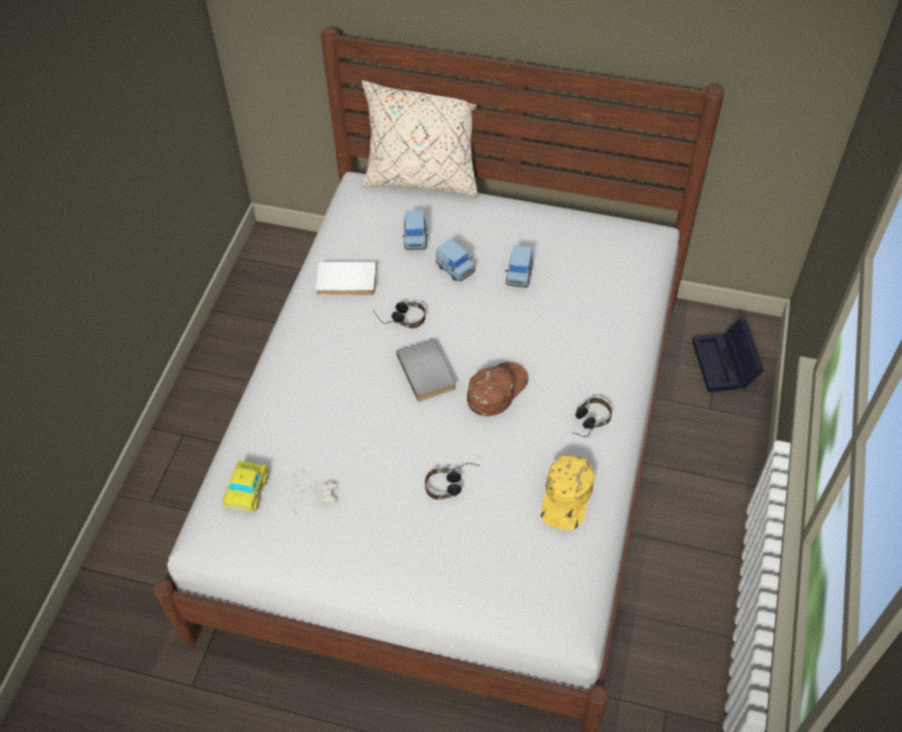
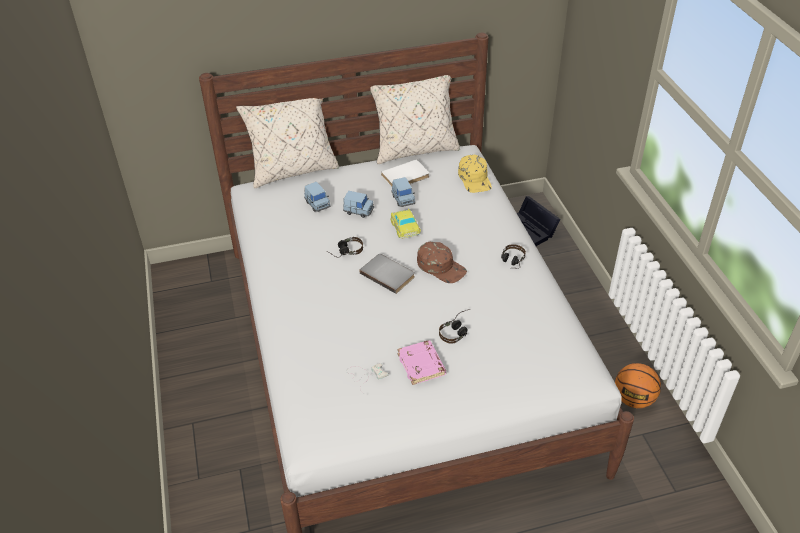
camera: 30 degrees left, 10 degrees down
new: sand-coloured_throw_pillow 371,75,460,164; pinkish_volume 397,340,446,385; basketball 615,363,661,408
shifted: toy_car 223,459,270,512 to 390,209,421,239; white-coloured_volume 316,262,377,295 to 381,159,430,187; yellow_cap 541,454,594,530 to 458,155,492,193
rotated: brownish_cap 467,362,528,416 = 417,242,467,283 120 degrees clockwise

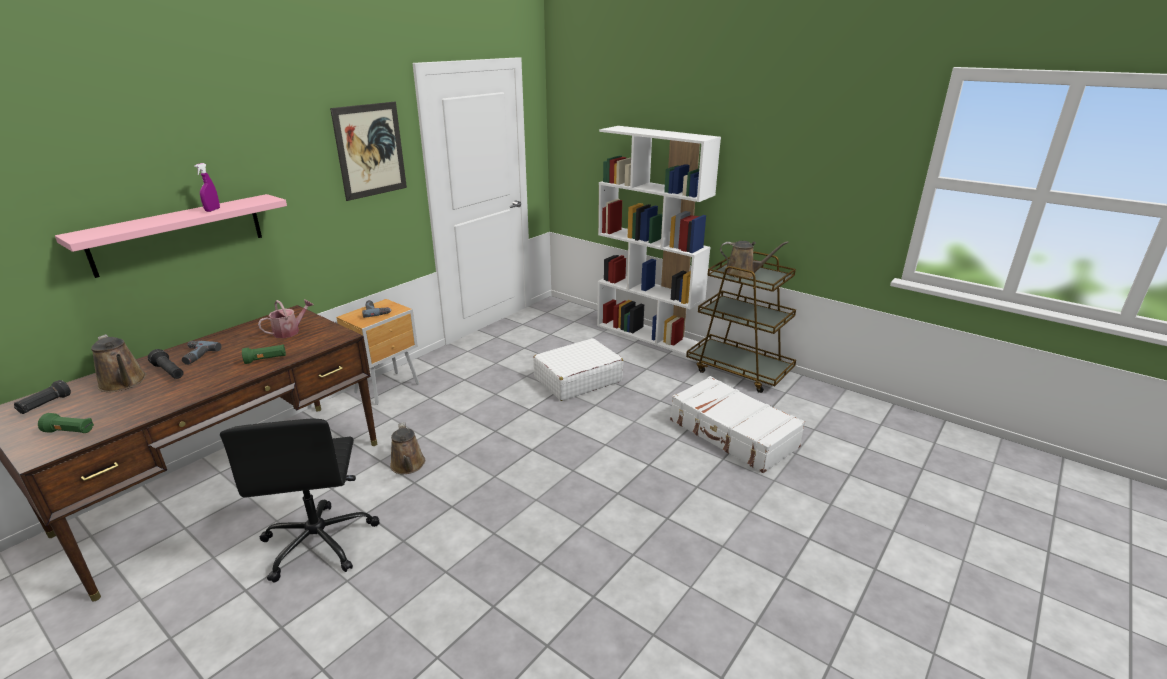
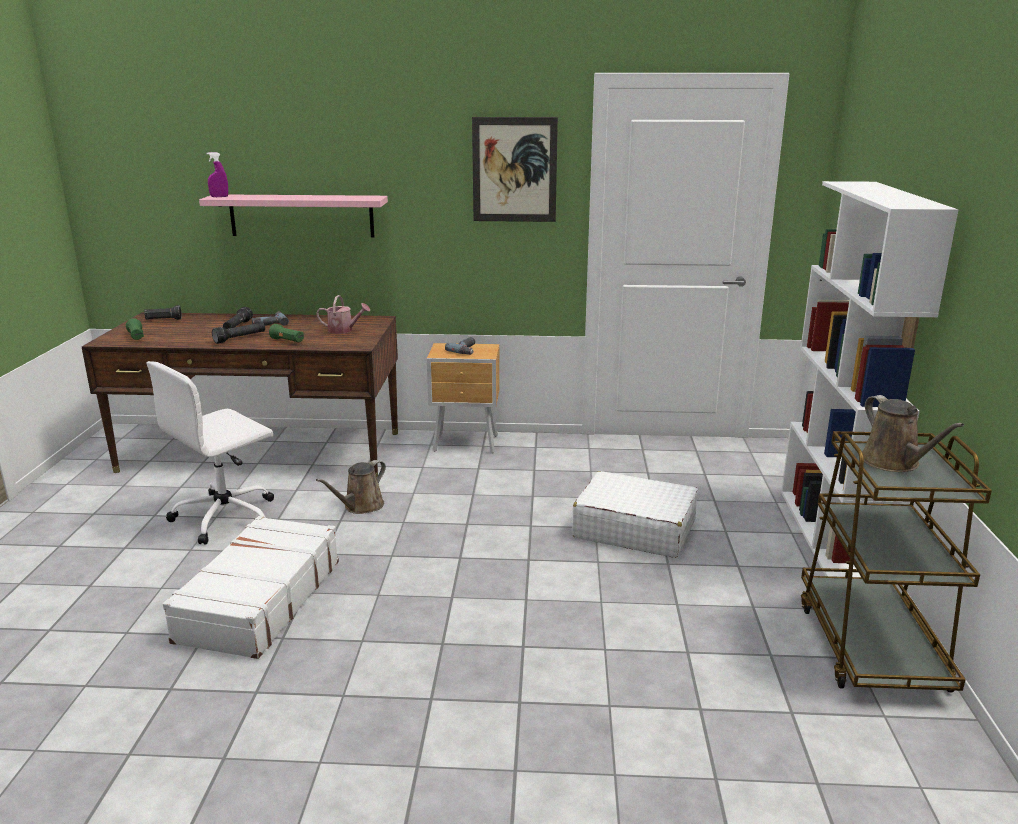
camera: 55 degrees right, 5 degrees down
gone: brownish_watering_pot 91,334,147,392
new: blackish_torch 212,322,265,344
shifted: purple_spray_bottle 194,163,220,212 to 207,152,228,197; white-coloured_piece_of_luggage 670,376,805,473 to 163,516,339,659
repainted: blackish_office_chair 220,418,380,583 to white-coloured_office_chair 147,361,274,545

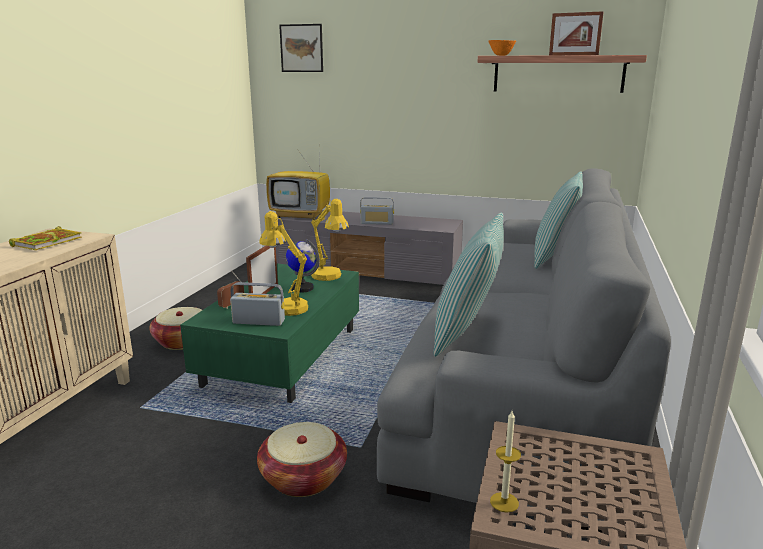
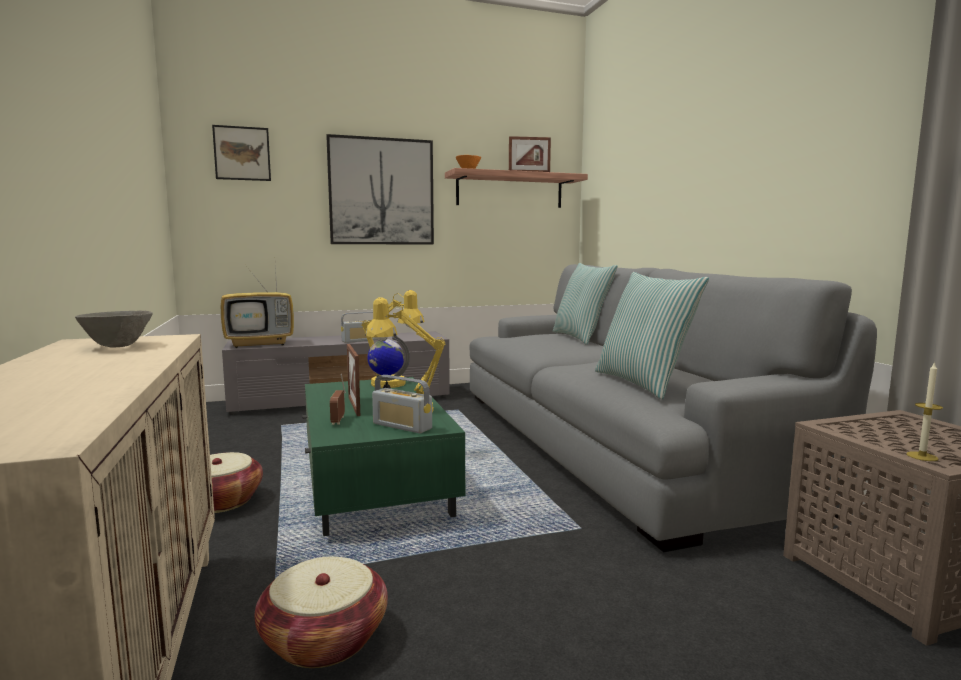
camera: 35 degrees left, 10 degrees down
new: wall_art 326,134,434,245
shifted: storage_basket 257,422,347,497 to 255,556,388,668
swapped: volume 9,226,82,250 to grey_serving_bowl 75,311,153,347
rotated: radio_set 230,282,285,326 = 372,375,432,434 120 degrees counterclockwise

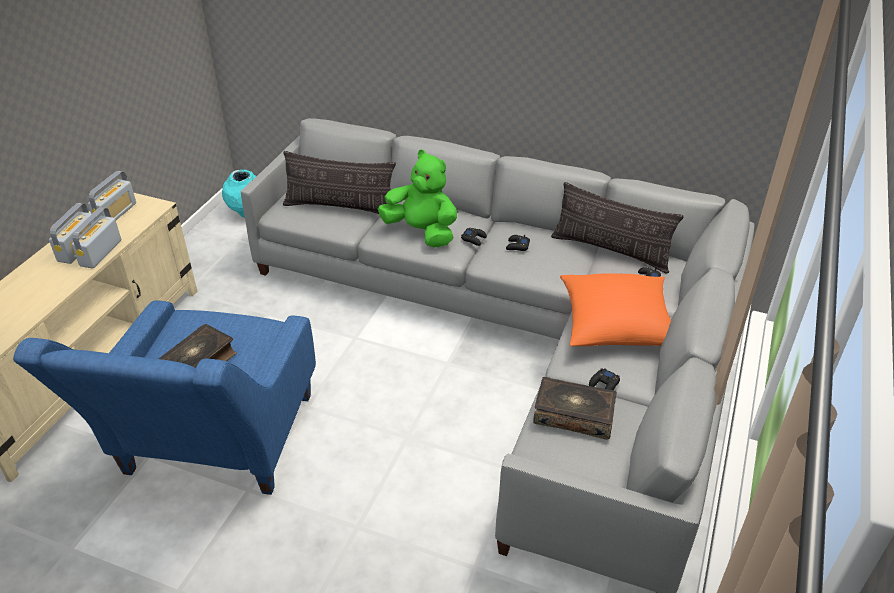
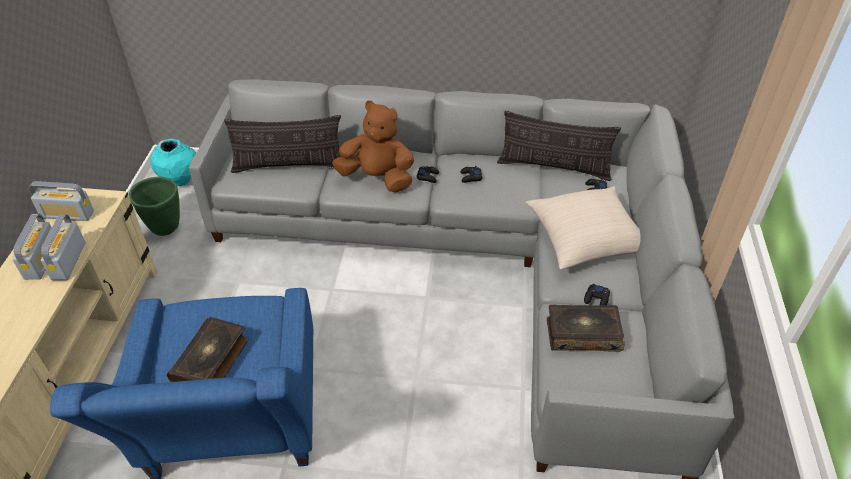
camera: 15 degrees left, 5 degrees up
new: green_planter 129,177,180,236
repainted: green_plush_toy 378,150,457,247 to brownish_plush_toy 332,100,414,192; orange-coloured_throw_pillow 560,274,671,346 to sand-coloured_throw_pillow 525,186,641,269
rotated: radio_set 88,171,136,221 = 29,181,94,221 90 degrees clockwise

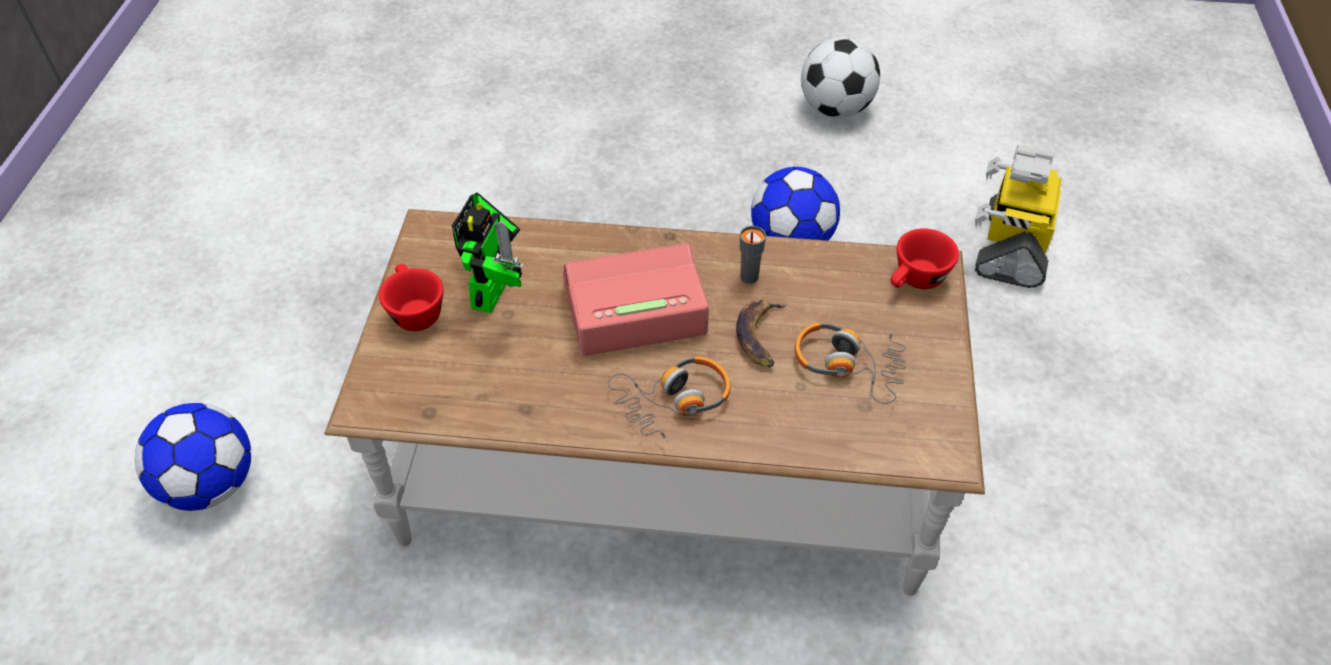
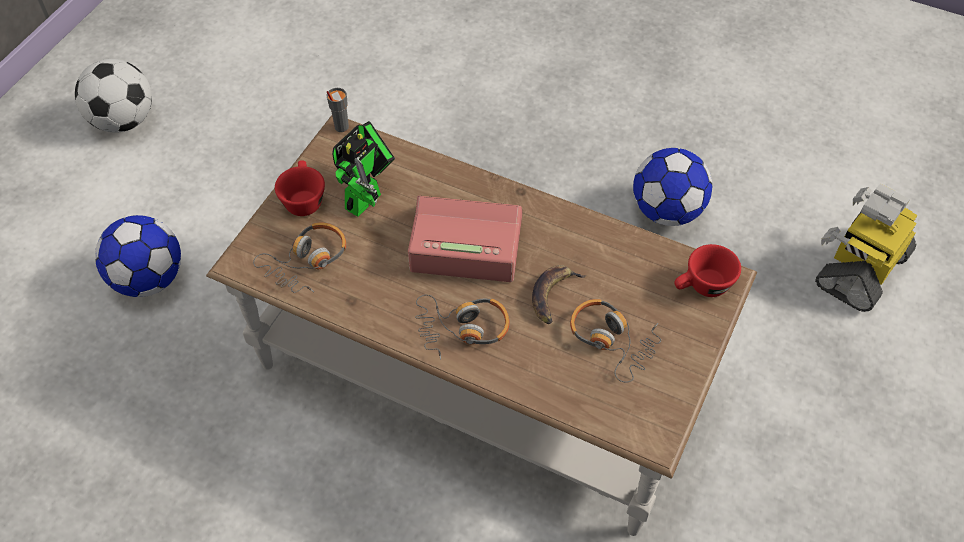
camera: 20 degrees right, 5 degrees up
new: pair_of_headphones 253,223,346,293
shifted: grey_small_cup 740,226,766,284 to 326,88,349,132; football_ball 801,37,880,118 to 75,59,152,133

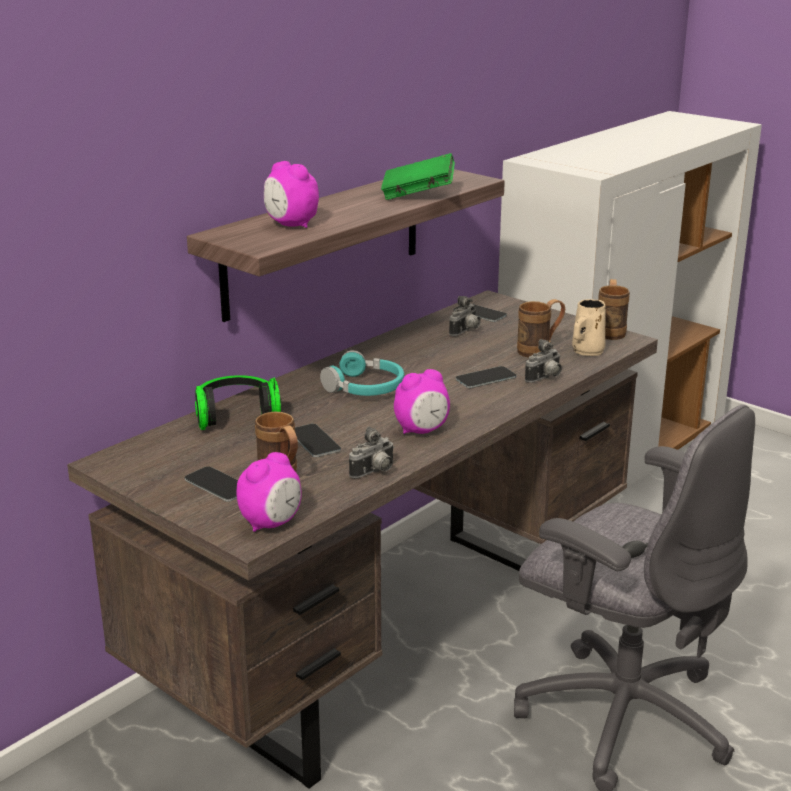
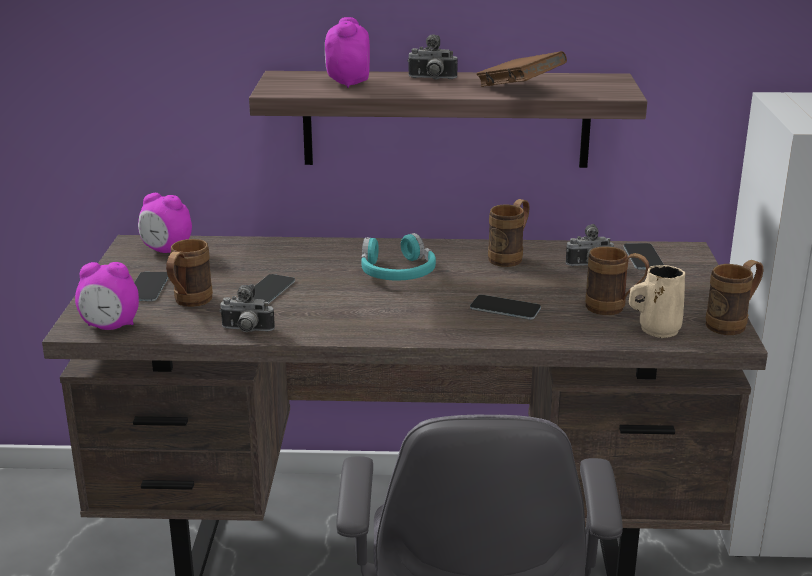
camera: 50 degrees right, 0 degrees up
gone: pair_of_headphones 195,375,281,430
new: brownish_mug 488,199,530,267
shifted: alarm_clock 394,369,450,434 to 138,193,192,253; photo_camera 525,339,562,383 to 407,34,458,80
repainted: green_volume 381,153,455,200 to brownish_volume 476,51,567,87

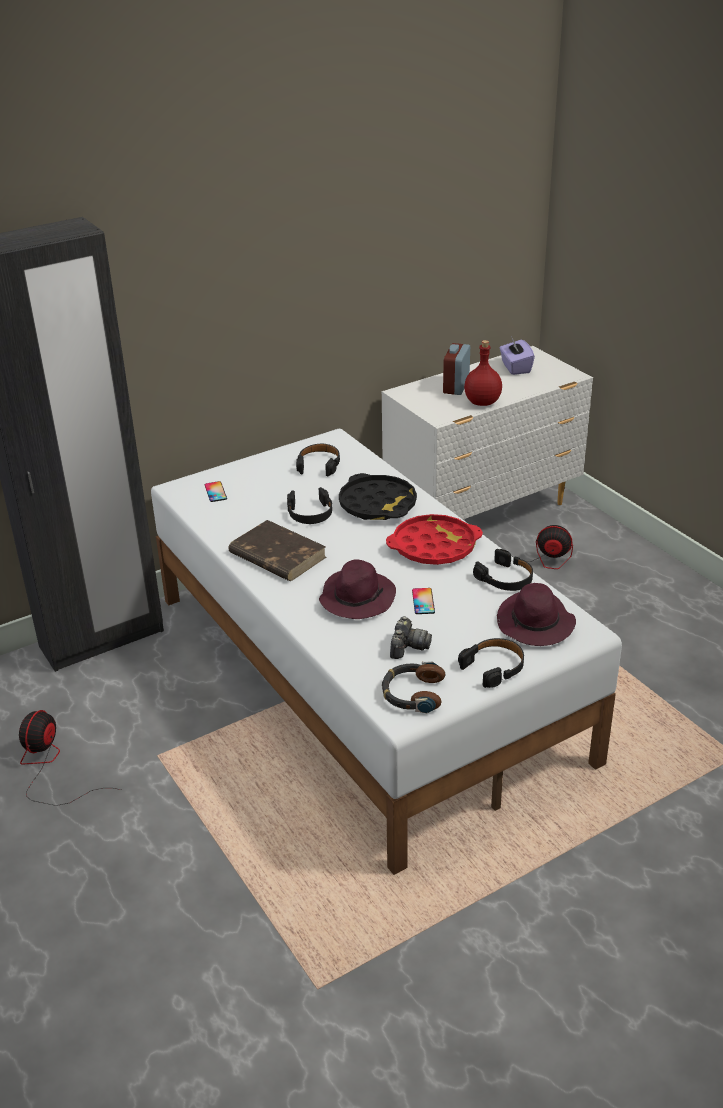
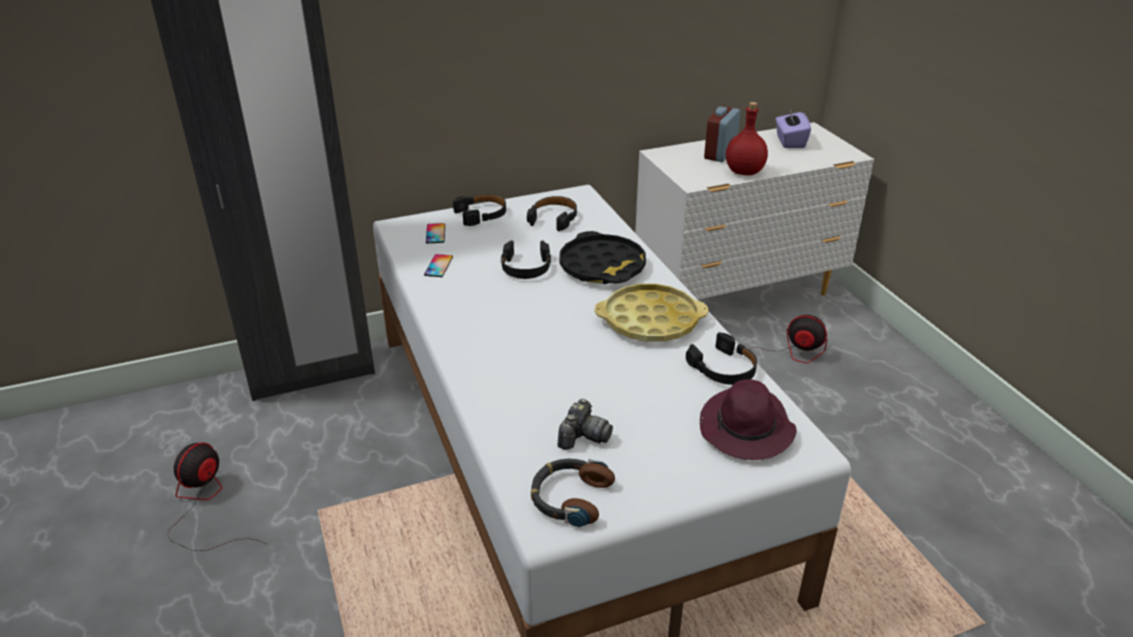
camera: 10 degrees right, 0 degrees up
gone: brownish_volume 228,520,327,581; purple_wearable_hat 319,559,396,619
shifted: handset 412,588,435,614 to 424,254,453,277; blackish_pair_of_headphones 458,638,524,688 to 453,194,506,226
repainted: red-coloured_tray 386,514,483,565 to yellow_tray 595,284,708,342

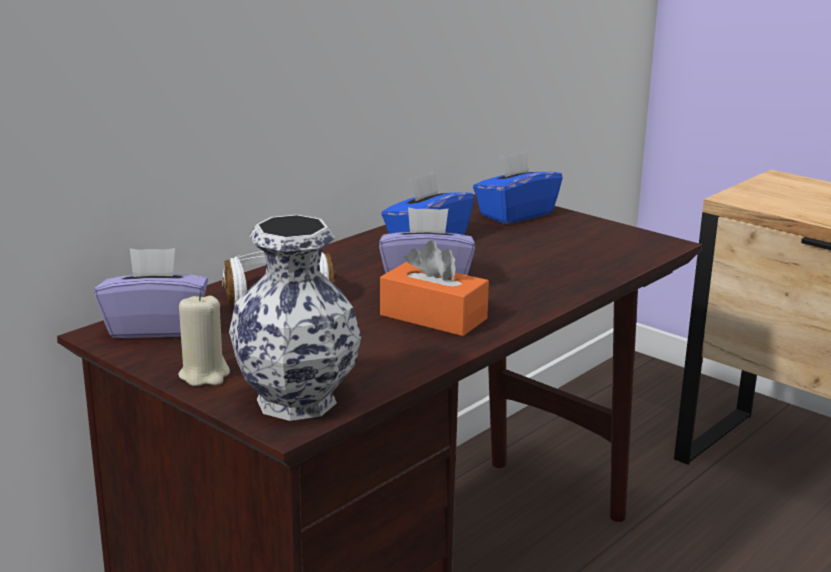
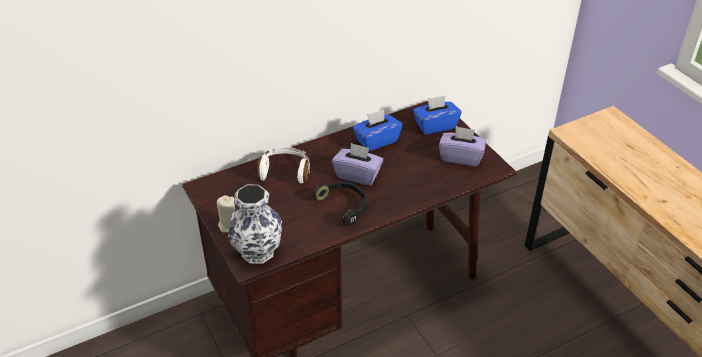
camera: 20 degrees right, 20 degrees up
shifted: purple_tissue_holder 94,248,208,338 to 439,126,486,167
swapped: orange-coloured_tissue_holder 380,240,489,336 to blackish_pair_of_headphones 313,181,368,226

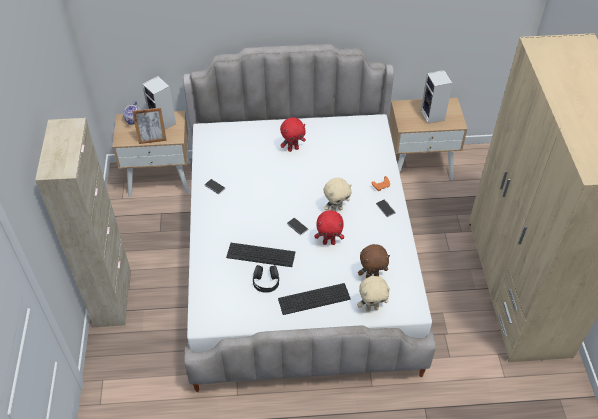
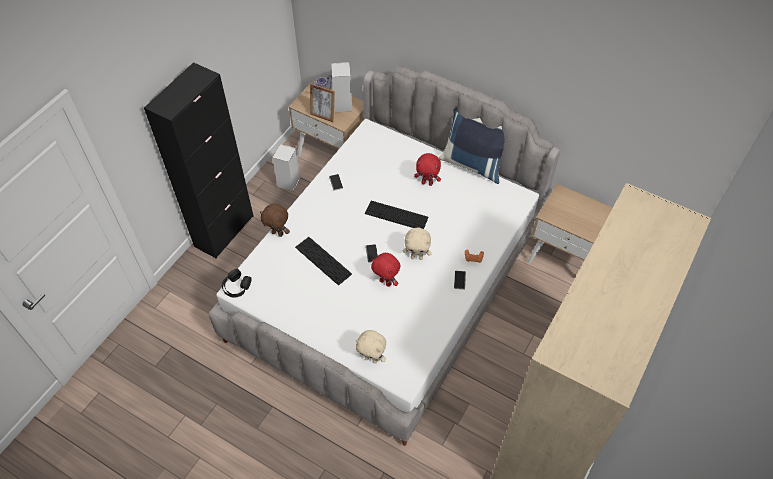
camera: 35 degrees right, 5 degrees up
new: blue_throw_pillow 439,107,505,184
shifted: blackish_pair_of_headphones 253,265,279,293 to 222,269,251,297; computer_keyboard 278,283,351,315 to 365,201,429,229; brownish_plush_toy 358,244,390,278 to 260,203,290,237; loudspeaker 421,70,452,124 to 272,144,301,192
repainted: sand-coloured_storage_cabinet 35,118,131,327 to blackish_storage_cabinet 144,62,253,258

